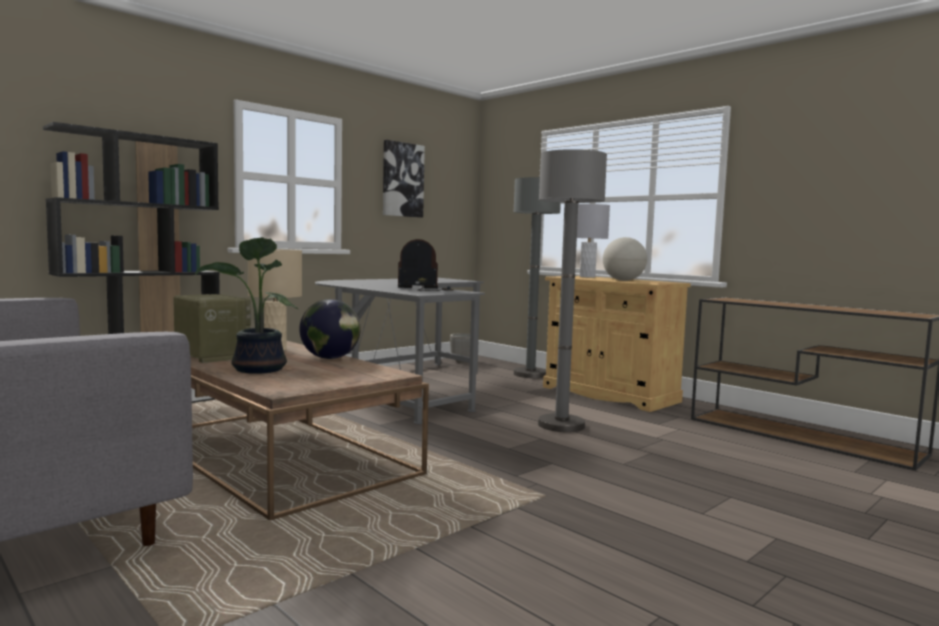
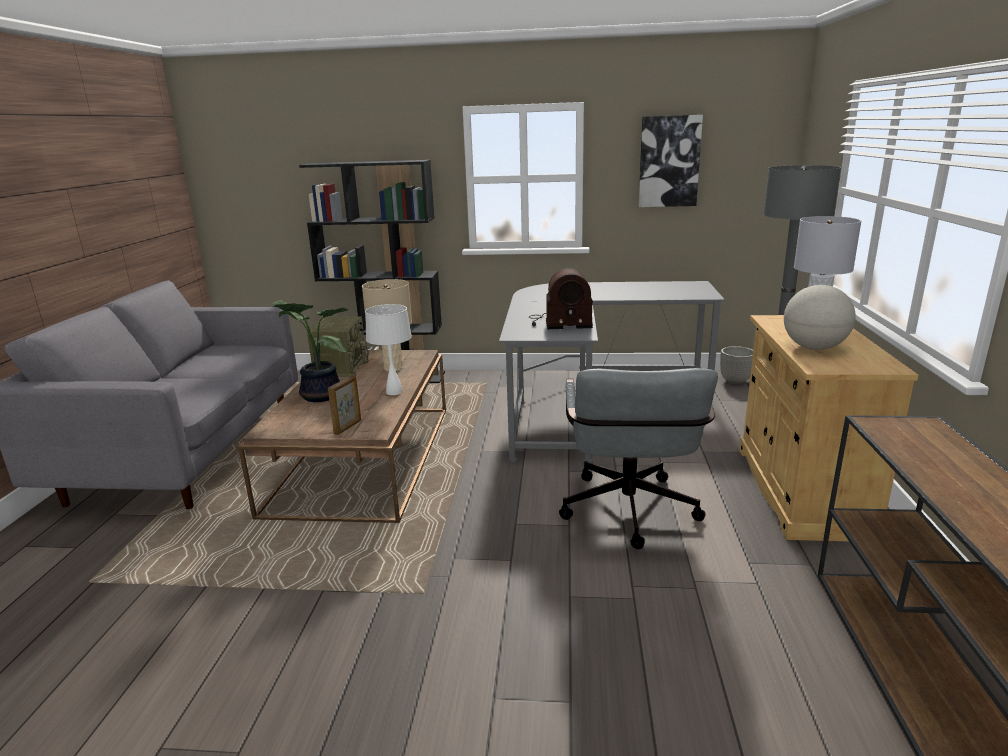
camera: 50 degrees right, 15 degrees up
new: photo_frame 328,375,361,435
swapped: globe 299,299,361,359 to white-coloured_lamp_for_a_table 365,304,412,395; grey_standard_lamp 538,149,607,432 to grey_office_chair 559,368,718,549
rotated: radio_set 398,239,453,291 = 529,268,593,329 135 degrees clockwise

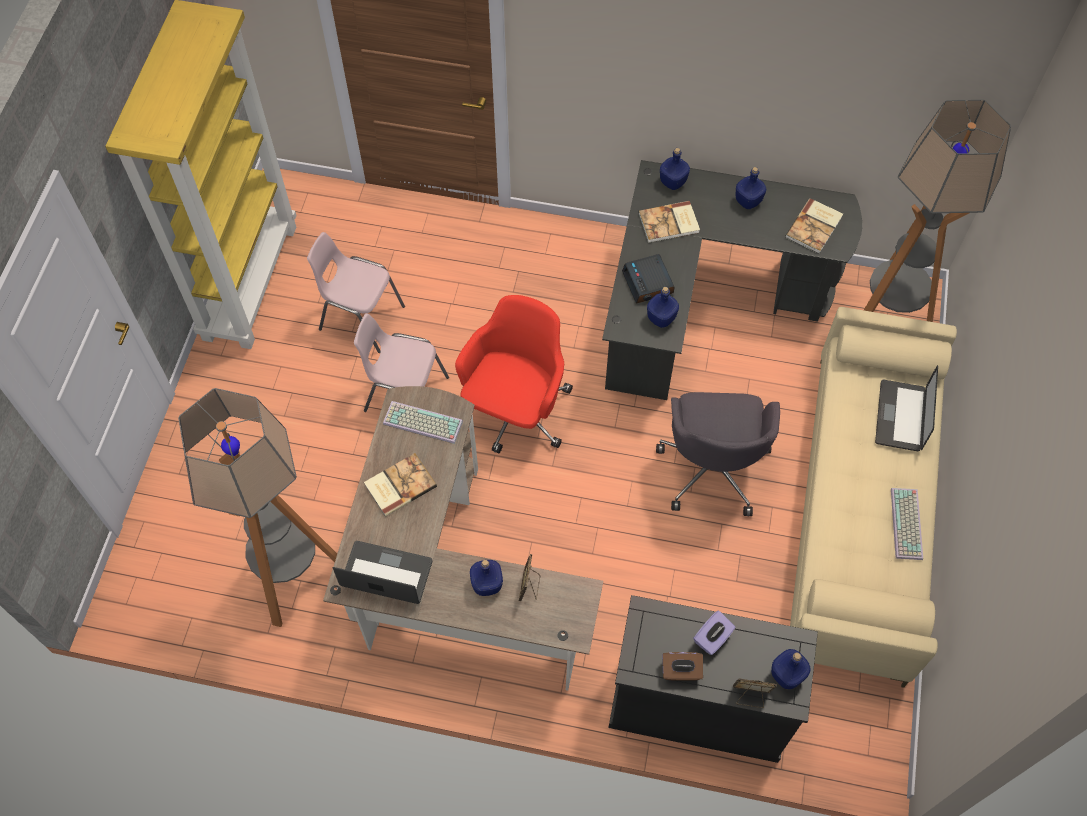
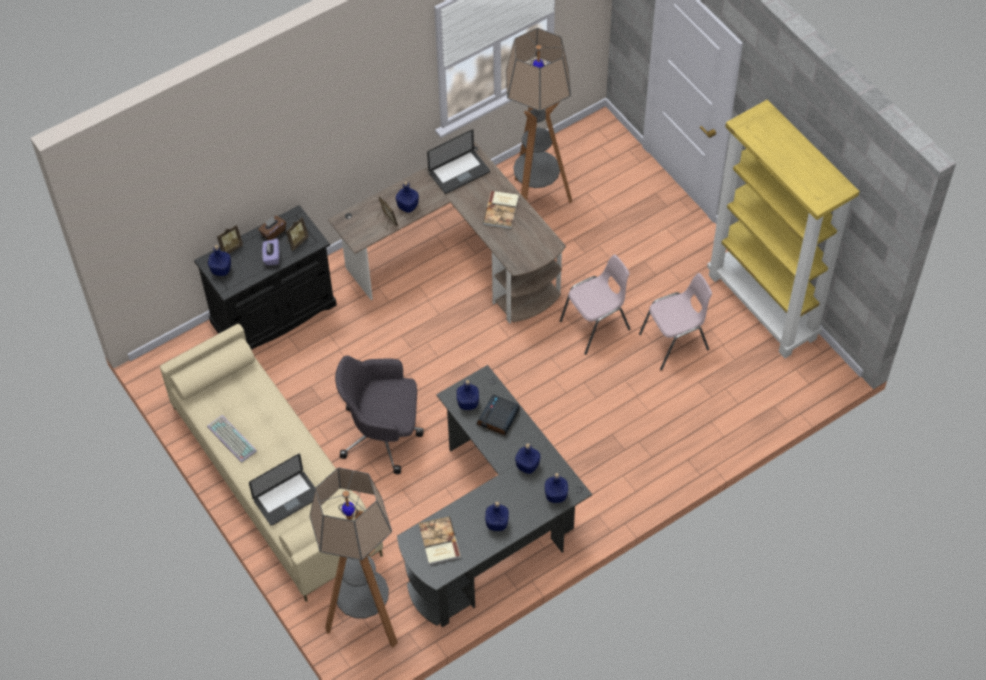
camera: 135 degrees right, 5 degrees down
gone: computer_keyboard 383,401,463,444; red-coloured_office_chair 455,295,573,453
new: photo_frame 286,217,309,251
swapped: volume 638,201,700,243 to blue_drink_bottle 515,443,540,474
rotated: alarm_clock 622,254,675,304 = 477,394,520,436 90 degrees counterclockwise; grey_office_chair 656,392,780,516 = 335,356,424,474 45 degrees counterclockwise; laptop 875,365,938,451 = 249,454,315,526 90 degrees clockwise

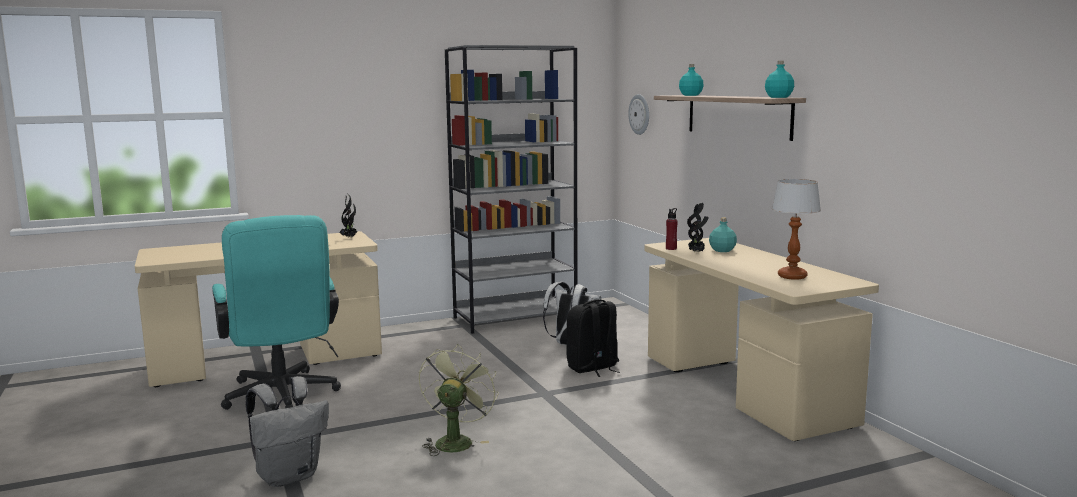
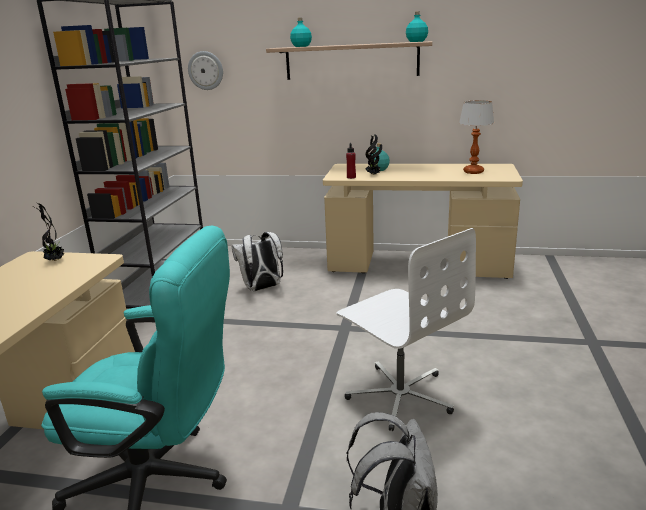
camera: 55 degrees left, 10 degrees up
gone: blackish_rucksack 567,300,620,377
swapped: green_electric_fan 419,344,499,456 to white-coloured_office_chair 337,228,476,431

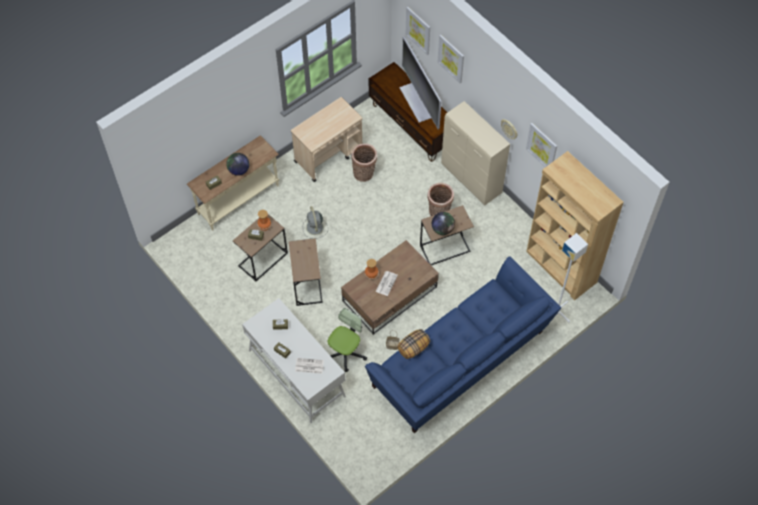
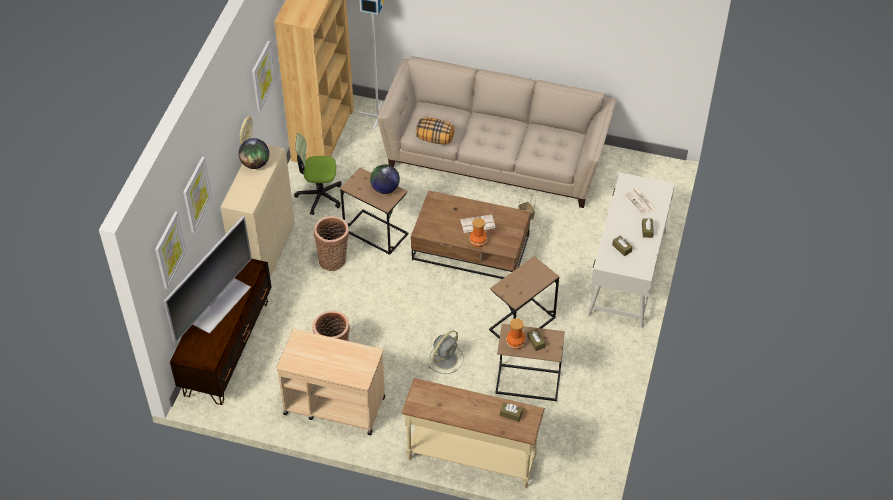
camera: 125 degrees left, 10 degrees down
shifted: globe 226,153,249,176 to 238,138,269,169; office_chair 328,308,367,372 to 294,133,342,215; throw_pillow 397,329,430,359 to 416,118,454,144
repainted: blue_couch 365,257,561,433 to sand-coloured_couch 377,56,616,208

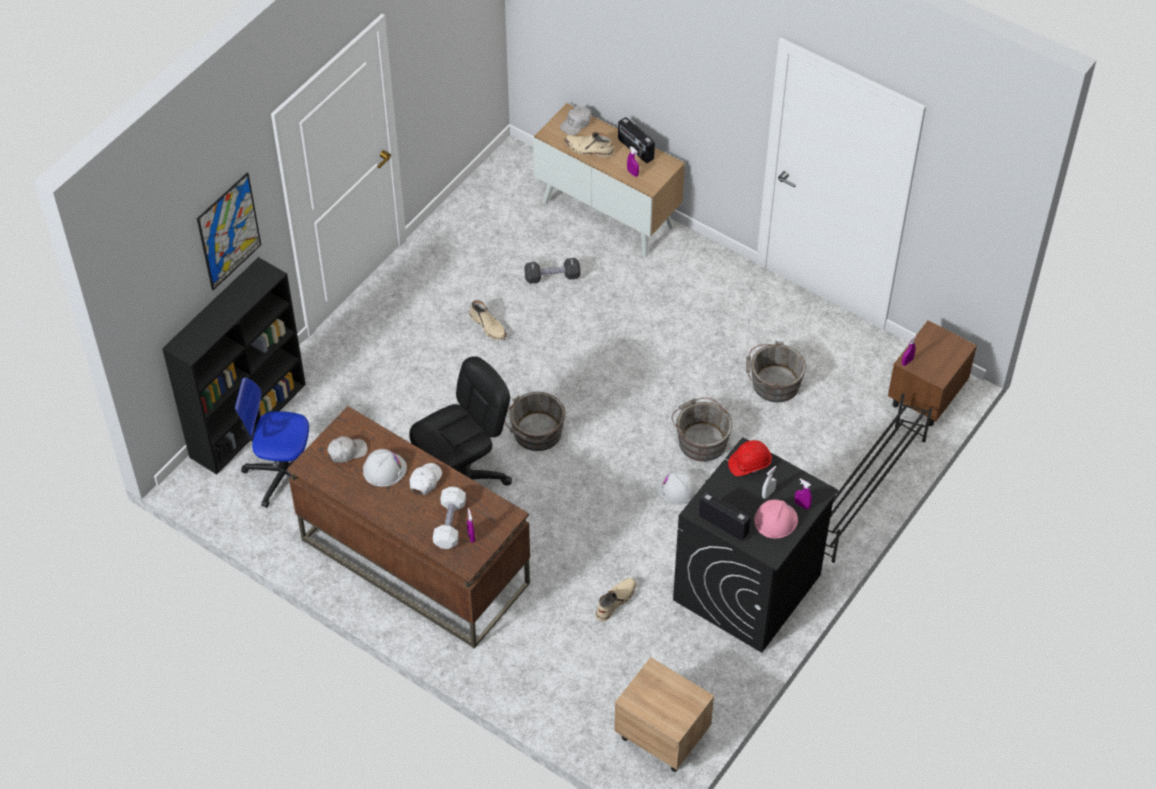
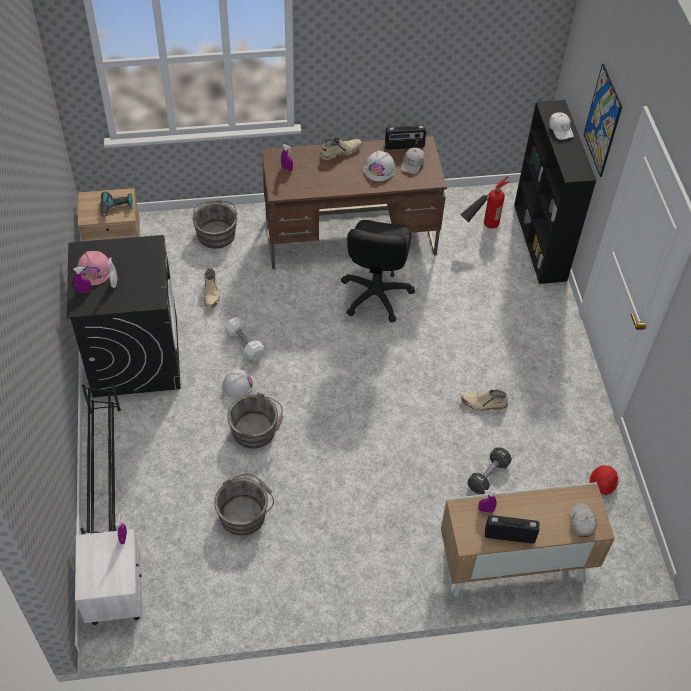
camera: 135 degrees right, 0 degrees up
new: power_drill 100,192,133,217
shifted: white-coloured_cap 409,463,442,495 to 549,112,574,140; white-coloured_free_weight 433,487,466,549 to 225,317,264,360; grey_water_bucket 505,392,565,451 to 192,200,238,249; sand-coloured_high-top_boot 564,132,614,157 to 320,137,362,160; radio_set 698,492,750,541 to 385,125,426,150; red-coloured_work_helmet 728,440,772,476 to 589,465,619,497
swapped: office_chair 235,377,309,508 to fire-fighting_cylinder 460,176,509,229
repainted: brownish_night_table 888,320,977,426 to white-coloured_night_table 75,529,142,625

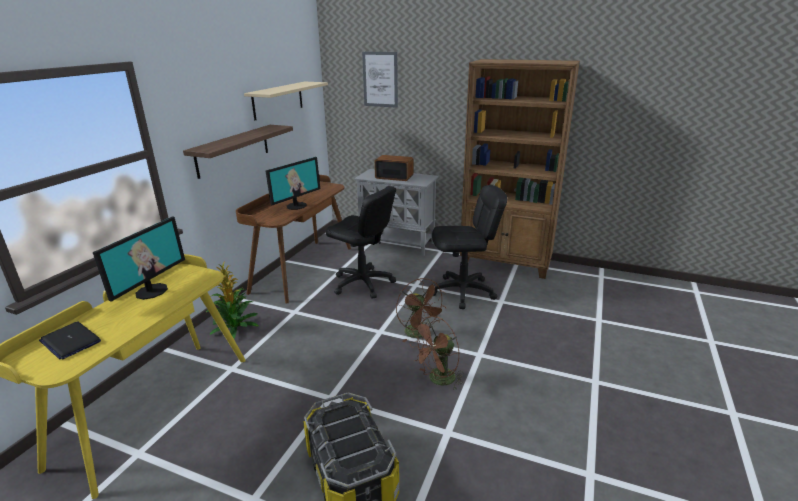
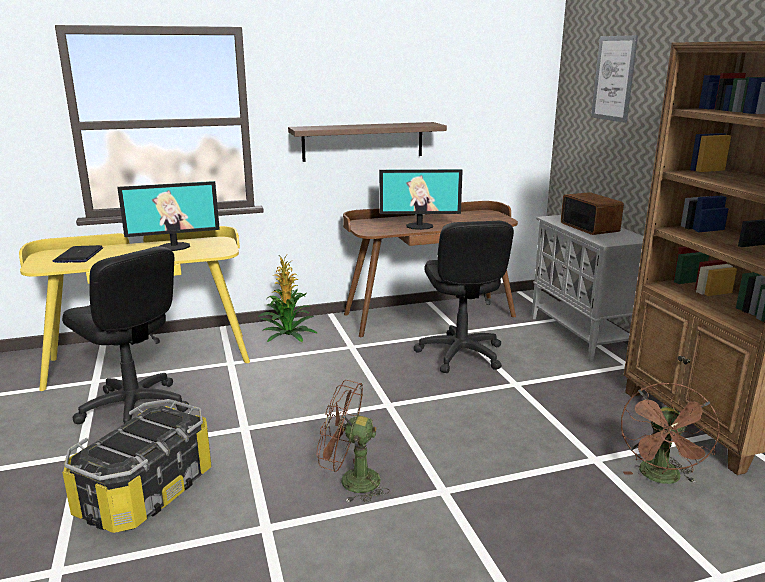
camera: 50 degrees right, 5 degrees down
gone: sand-coloured_wall_shelf 244,82,328,121
shifted: brownish_electric_fan 396,278,446,342 to 621,383,720,484; blackish_office_chair 432,185,507,309 to 62,246,189,424

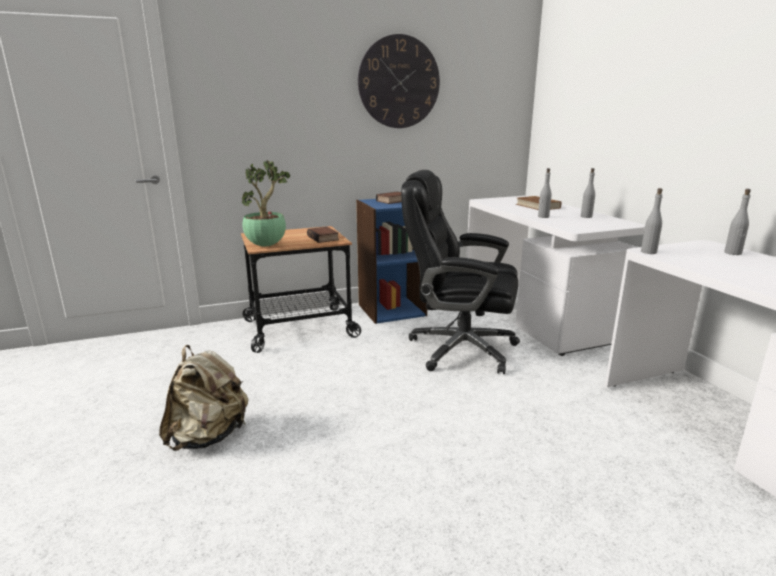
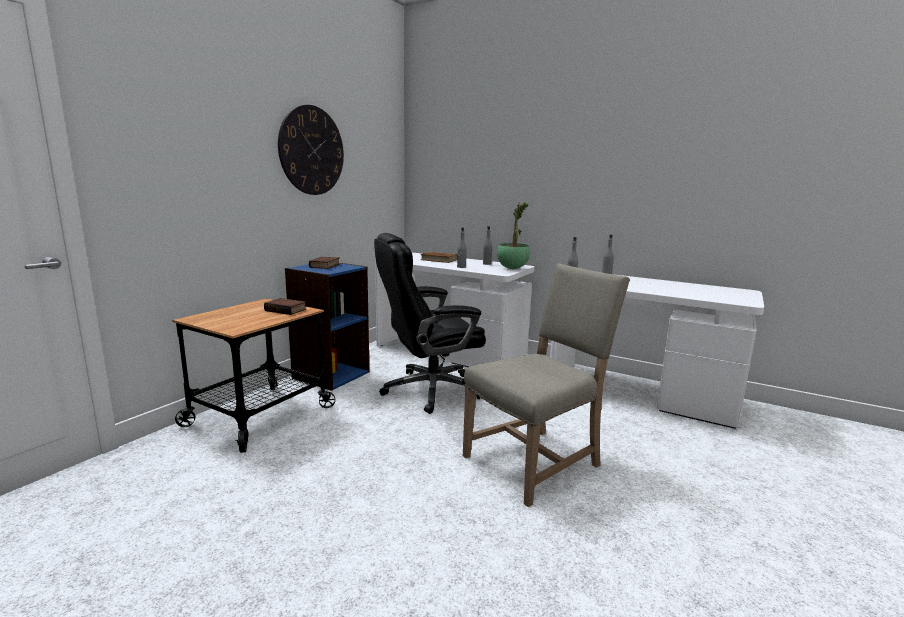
camera: 40 degrees left, 5 degrees down
gone: sand-coloured_rucksack 159,345,248,451
new: sand-coloured_chair 463,263,630,507
shifted: potted_plant 242,160,290,246 to 497,202,530,269

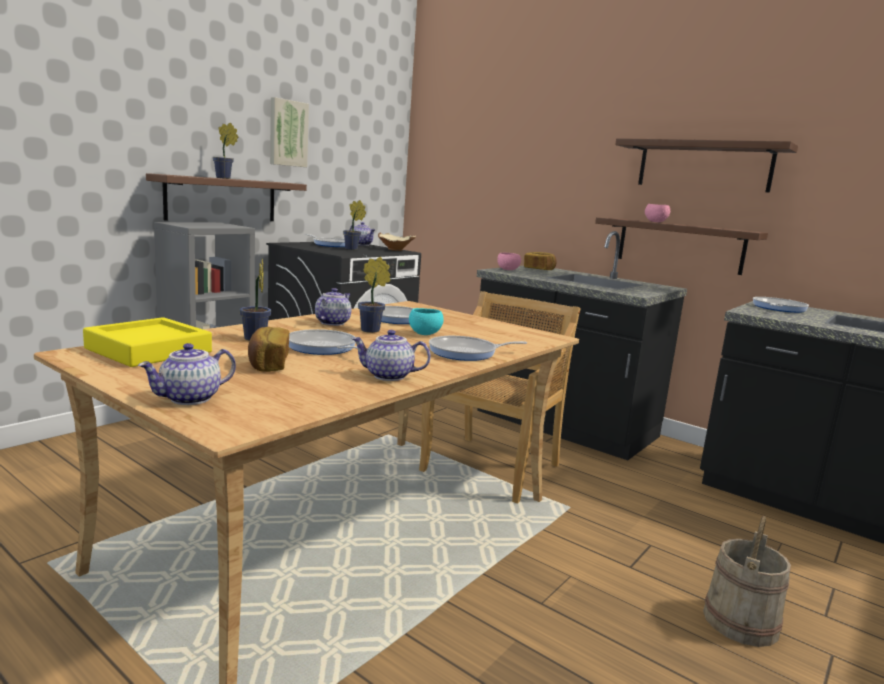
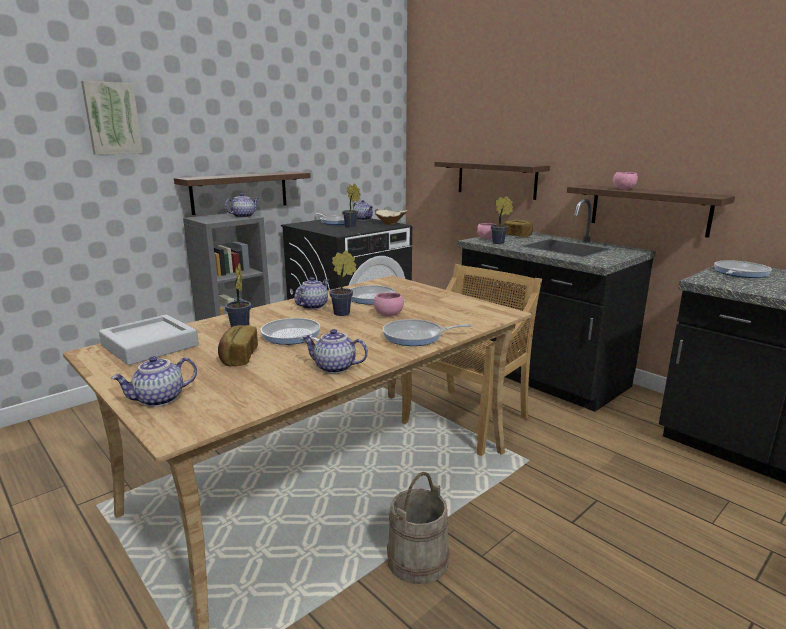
camera: 10 degrees right, 5 degrees up
new: tea_pot 225,193,258,218
shifted: potted_plant 213,123,238,179 to 491,196,513,244; wall_art 270,97,309,167 to 81,81,143,155; brownish_wall_shelf 615,138,798,193 to 434,161,550,200; sand-coloured_water_bucket 703,516,791,647 to 387,472,450,584
repainted: yellow_tray 83,317,212,367 to grey_tray 99,315,199,365; turquoise-coloured_serving_bowl 409,308,444,335 to pinkish_serving_bowl 374,292,404,317

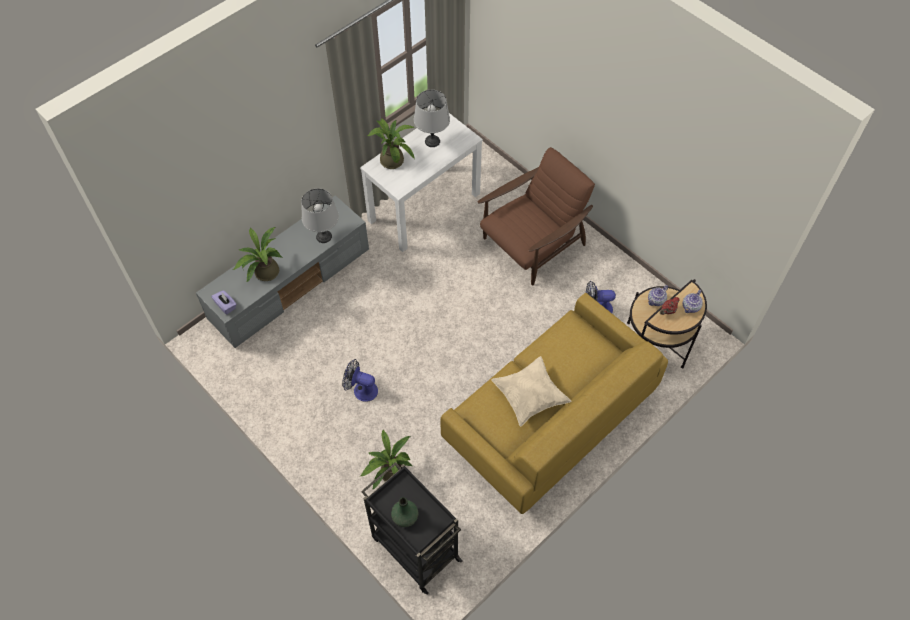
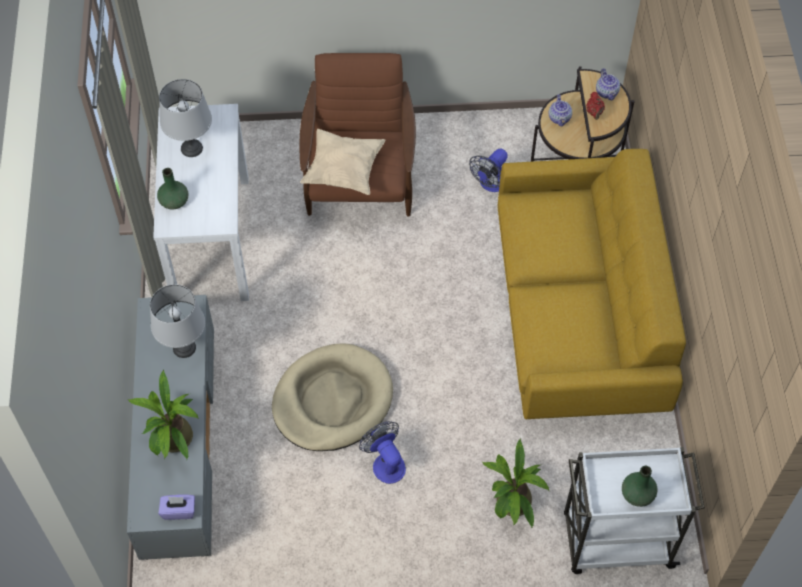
camera: 50 degrees left, 0 degrees up
new: sand-coloured_pet_bed 272,343,393,451
shifted: sand-coloured_throw_pillow 491,356,572,426 to 300,129,385,195
swapped: potted_plant 367,118,415,169 to green_vase 157,168,188,209
repainted: blackish_wheeled_cart 361,462,463,594 to white-coloured_wheeled_cart 564,447,705,574
rotated: electric_fan 342,359,378,402 = 359,421,406,484 90 degrees clockwise

